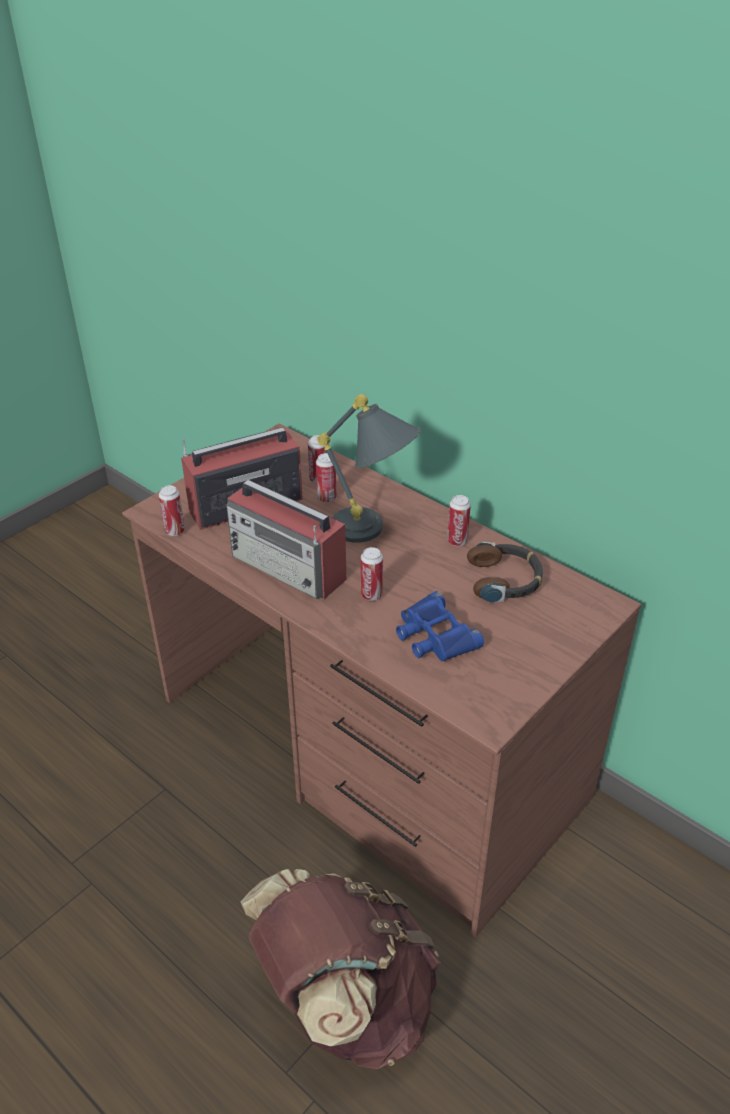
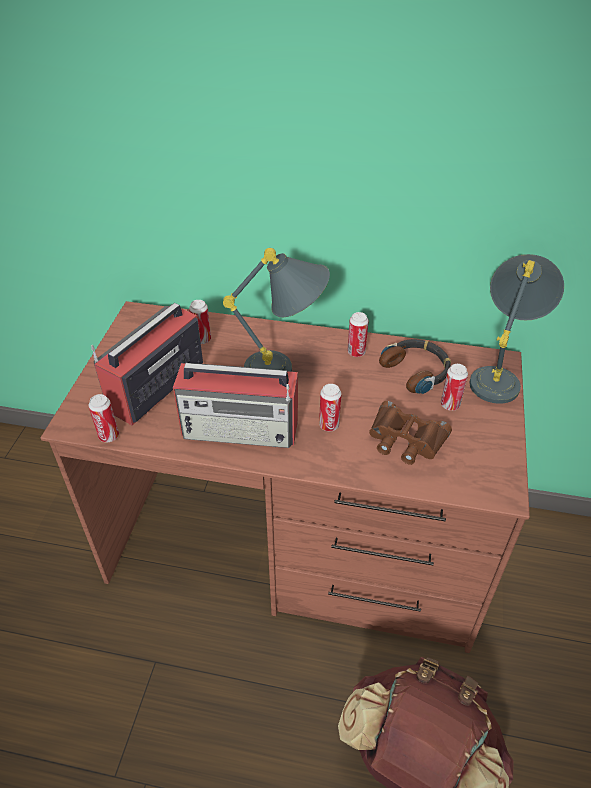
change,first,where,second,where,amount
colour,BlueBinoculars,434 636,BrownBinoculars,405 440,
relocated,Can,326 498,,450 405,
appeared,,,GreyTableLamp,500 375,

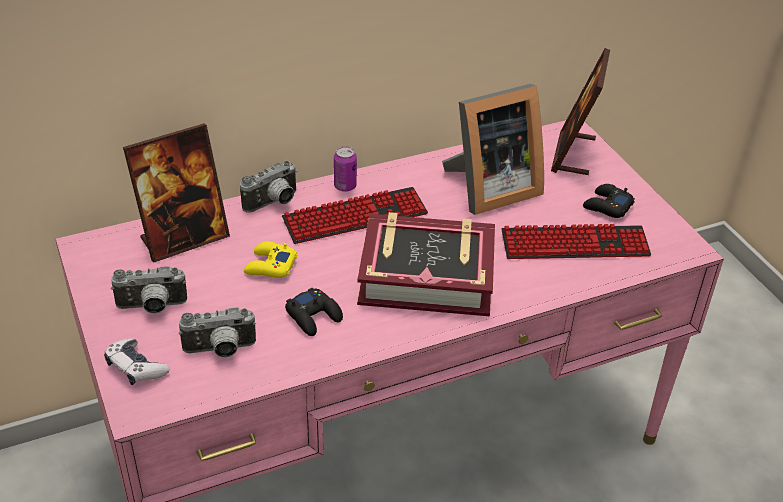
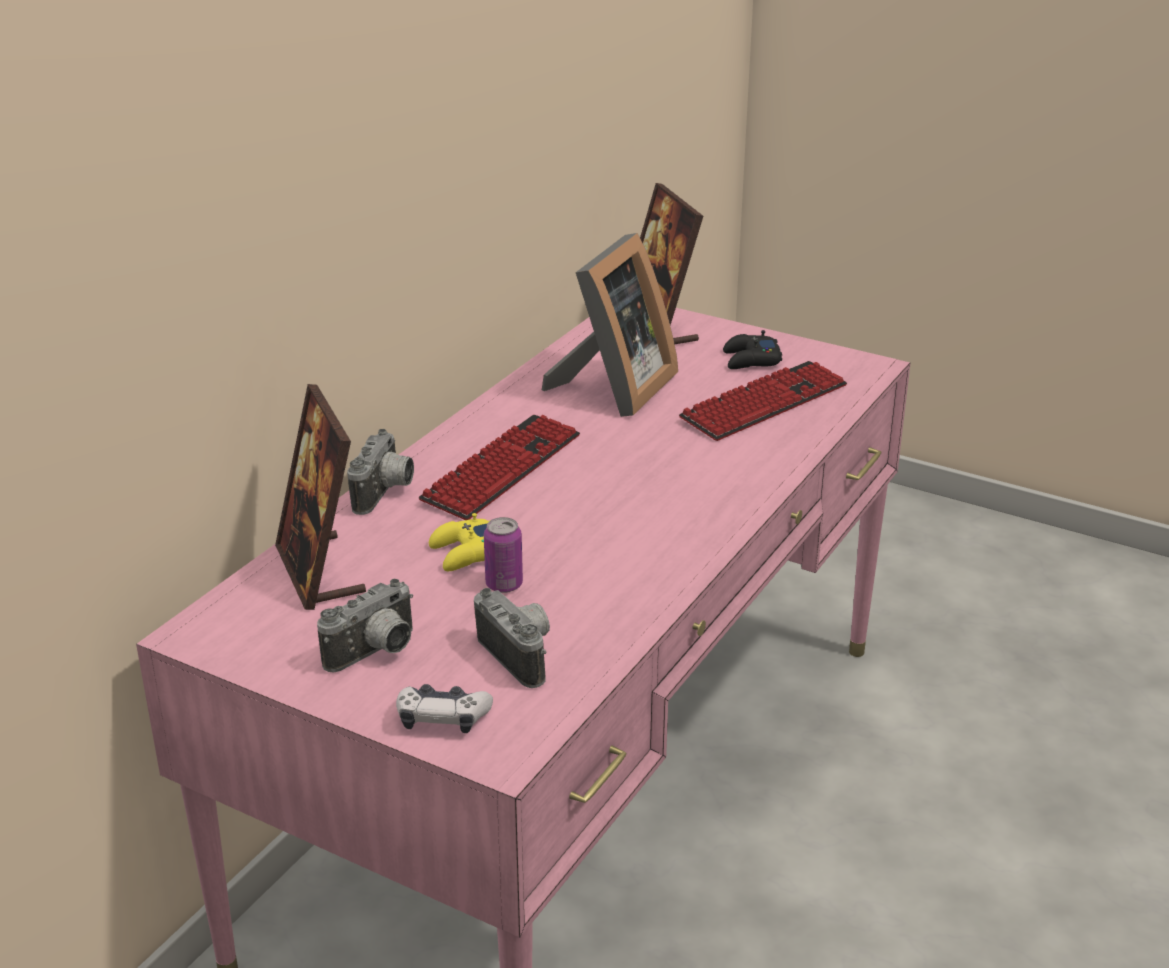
change,first,where,second,where,amount
spun,PictureFrame,184 239,,320 571,135 degrees clockwise
spun,PhotoCamera,220 351,,522 655,75 degrees counterclockwise
relocated,Can,345 186,,504 585,
missing,BlackGameController,314 316,,,
missing,Book,426 275,,,

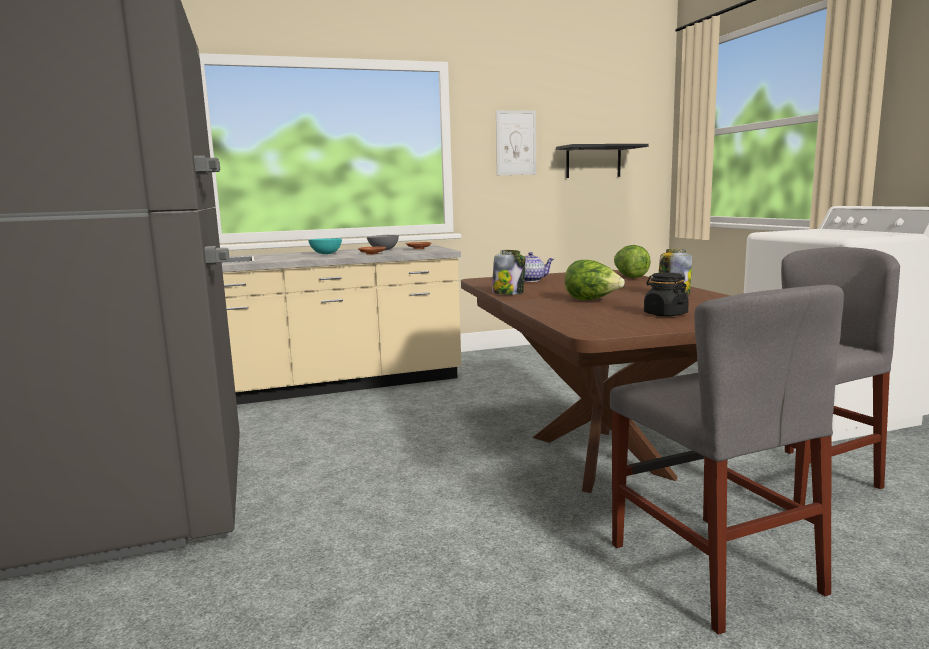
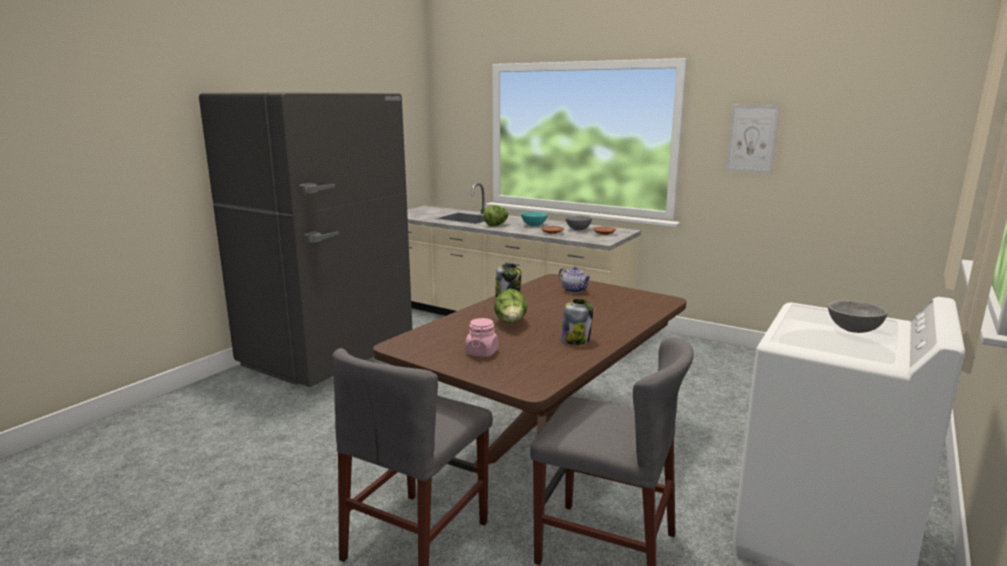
change,first,where,second,where,amount
colour,BlackJar,665 314,PinkJar,482 352,
relocated,Lettuce,630 277,,496 225,
appeared,,,GreyBowl,853 330,
missing,BlackShelf,593 162,,,

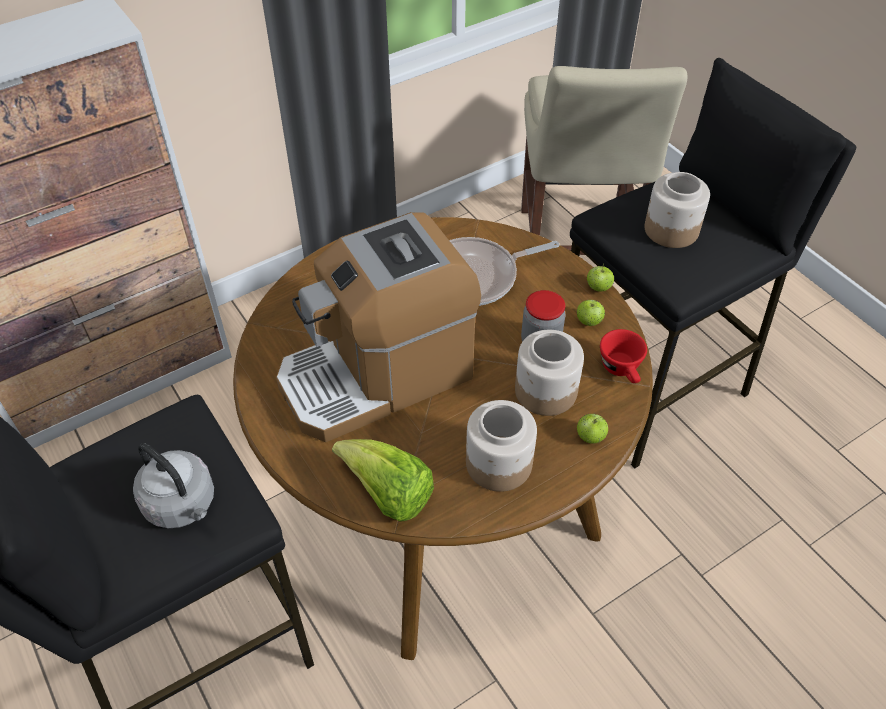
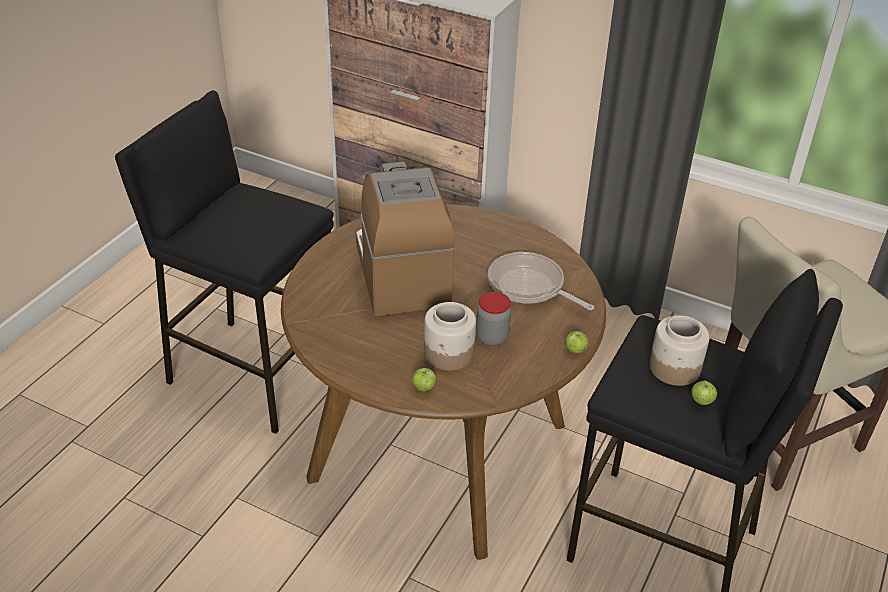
change,first,where,second,where,amount
spun,CoffeeMachine,377 375,,401 273,45 degrees clockwise
relocated,Apple,589 322,,701 401,
missing,GreyKettle,182 505,,,
missing,Lettuce,388 494,,,
missing,Jar,498 464,,,
missing,RedCup,622 370,,,

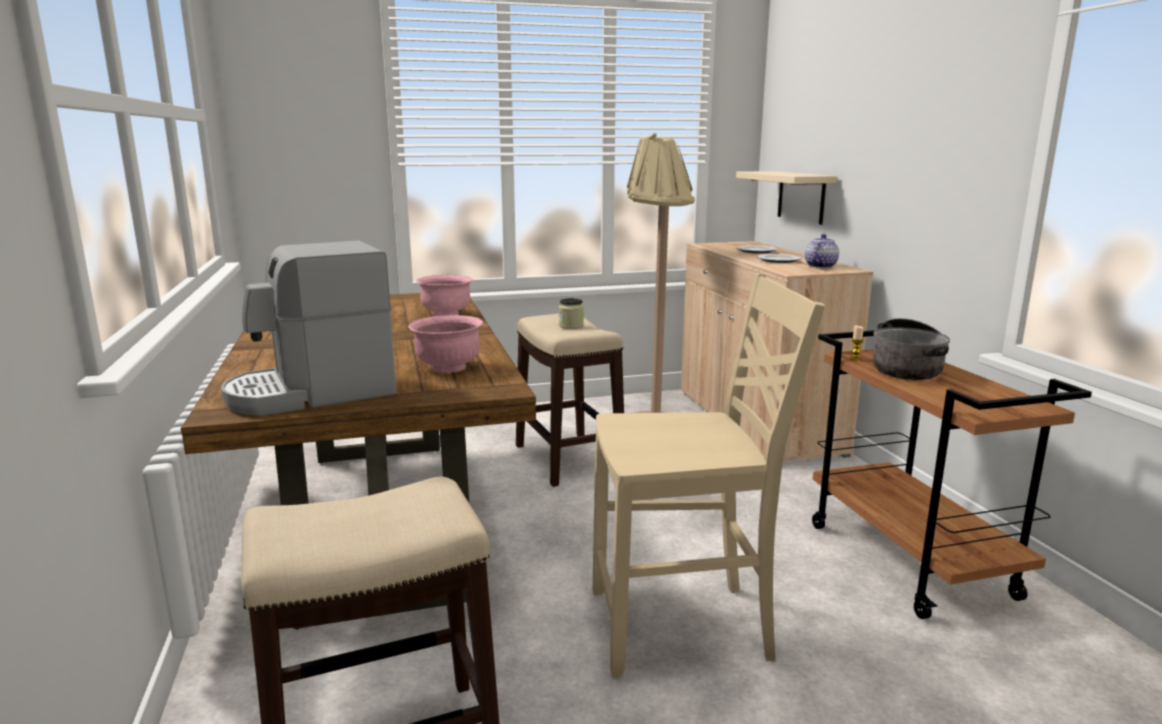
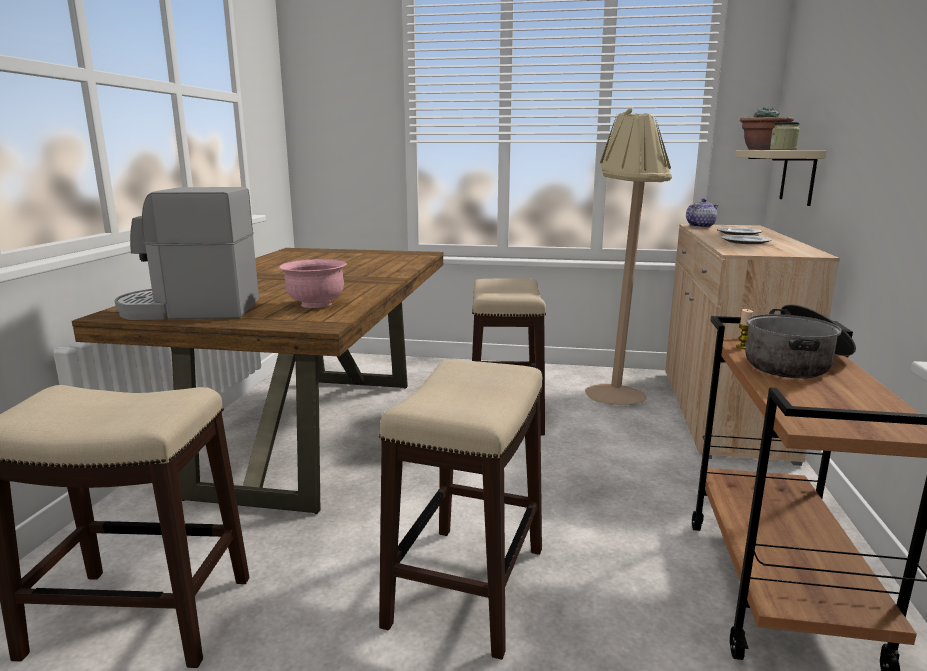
change,first,where,second,where,amount
exchanged,BeigeChair,683 627,Stool,467 587,
relocated,Teapot,820 266,,700 226,
appeared,,,PottedPlant,762 149,
relocated,Jar,571 326,,783 150,
missing,PinkBowl,446 314,,,

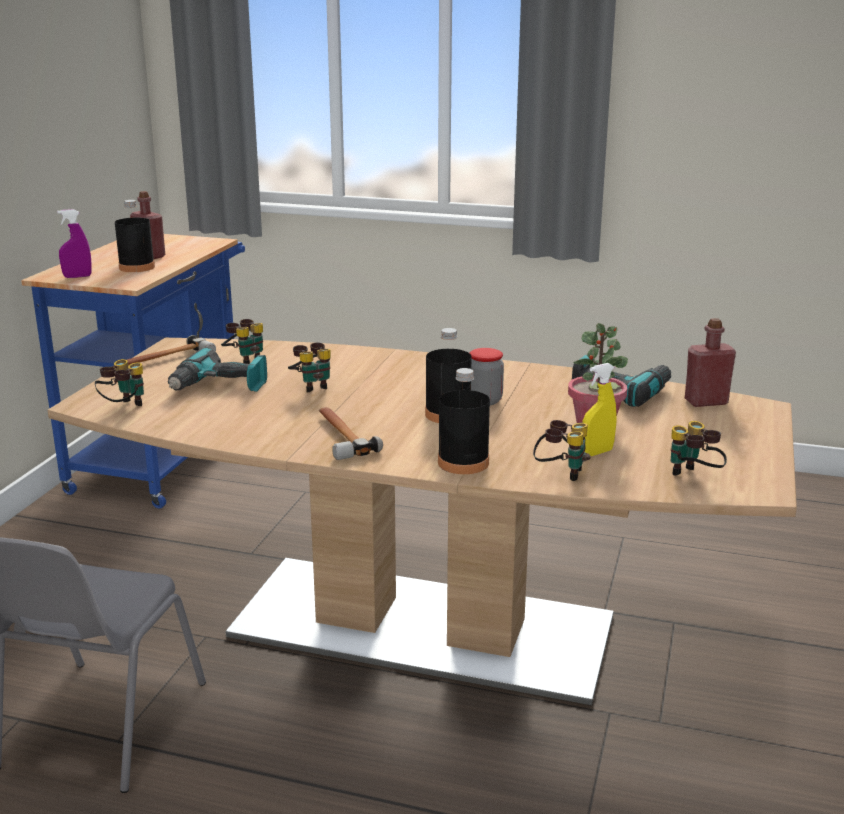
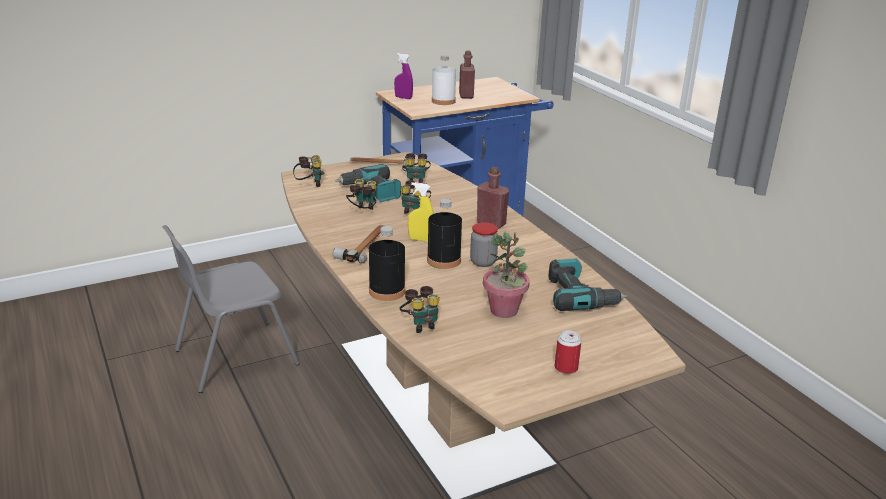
change,first,where,second,where,amount
relocated,Binoculars,693 478,,363 212,
relocated,YellowSprayBottle,596 452,,420 239,
colour,BlackBottle,137 267,WhiteBottle,443 101,
relocated,RedBottle,706 402,,491 223,
appeared,,,Can,566 368,

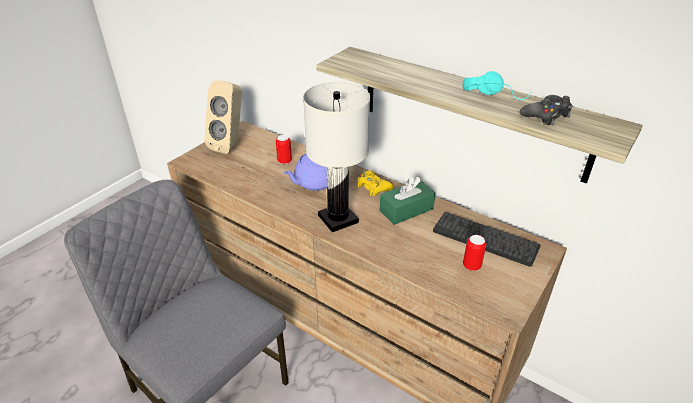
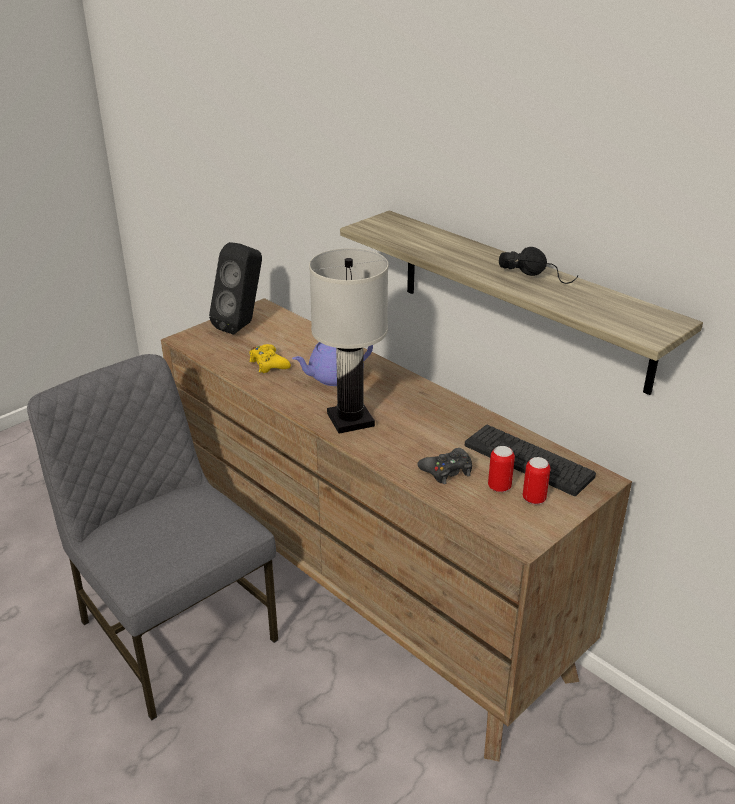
change,first,where,second,where,amount
colour,BeigeSpeaker,231 145,BlackSpeaker,242 325,
relocated,YellowGameController,373 187,,268 364,
relocated,BlackGameController,546 116,,447 471,
colour,TurquoiseHeadphones,493 95,BlackHeadphones,536 276,
relocated,Can,284 161,,534 499,
missing,GreenTissueBox,406 210,,,

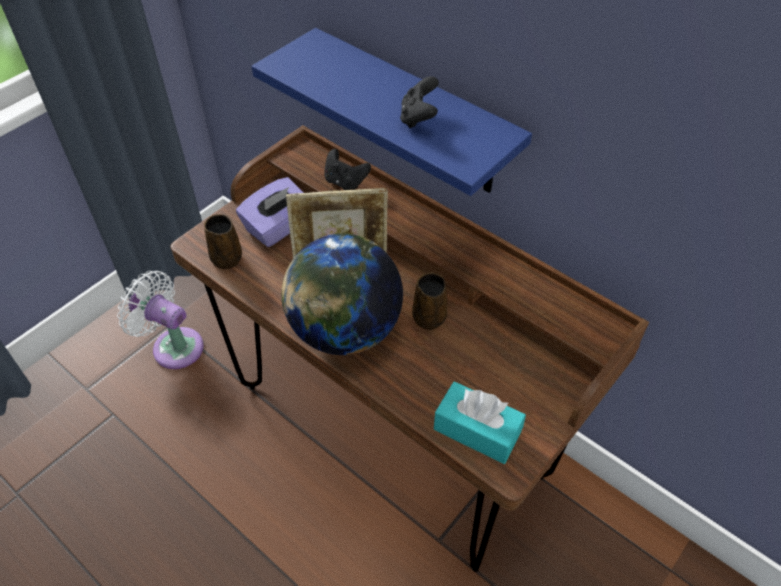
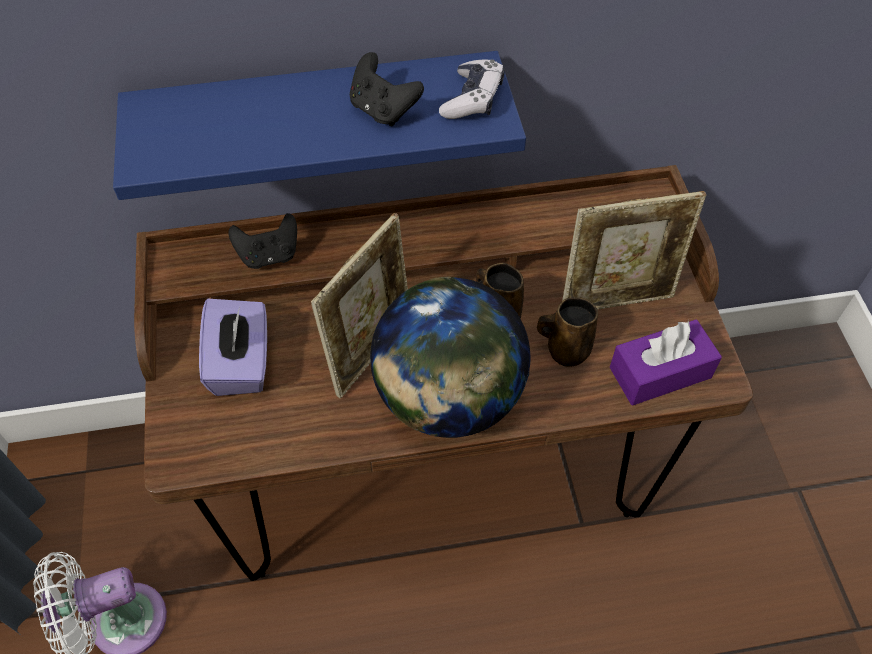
change,first,where,second,where,amount
appeared,,,GameController,472 99,
relocated,BrownMug,226 257,,565 350,
appeared,,,PictureFrame,616 300,
colour,TurquoiseTissueBox,477 430,PurpleTissueBox,660 372,

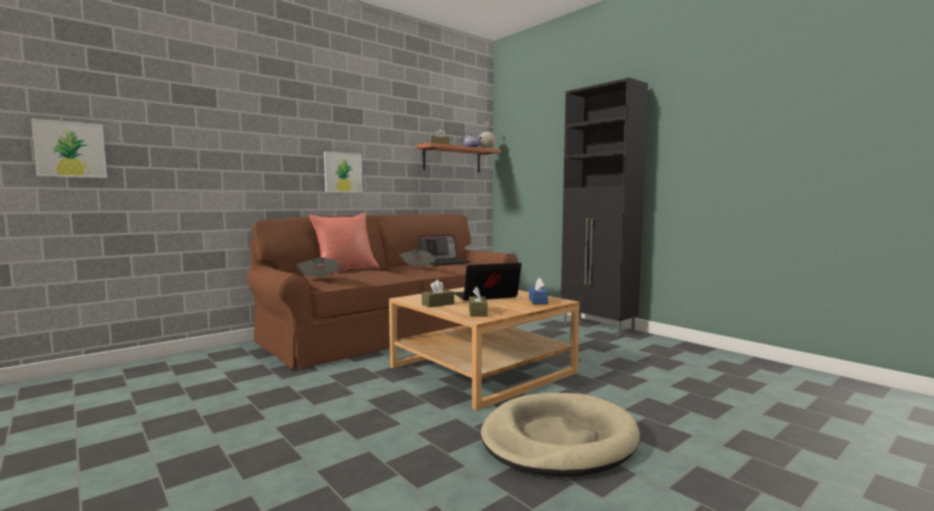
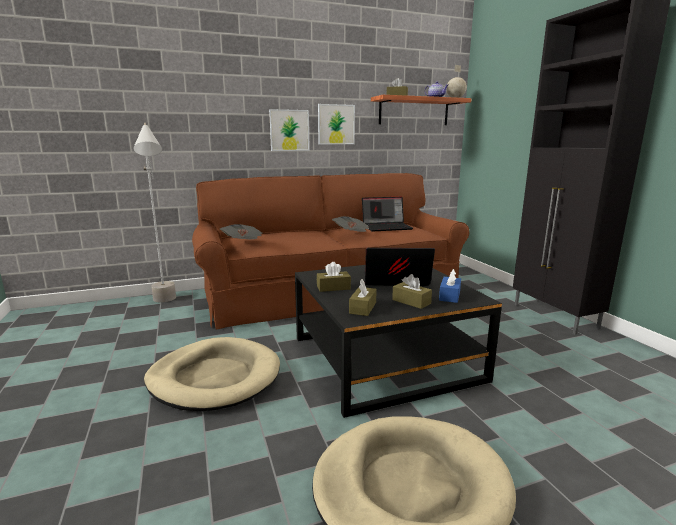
change,first,where,second,where,amount
appeared,,,GreyFloorLamp,166 304,
appeared,,,BeigeDogBed,215 377,
colour,BeigeCoffeeTable,482 369,BlackCoffeeTable,385 358,
relocated,Picture,70 149,,336 124,
appeared,,,BrownTissueBox,411 301,
missing,RedPillow,345 270,,,

